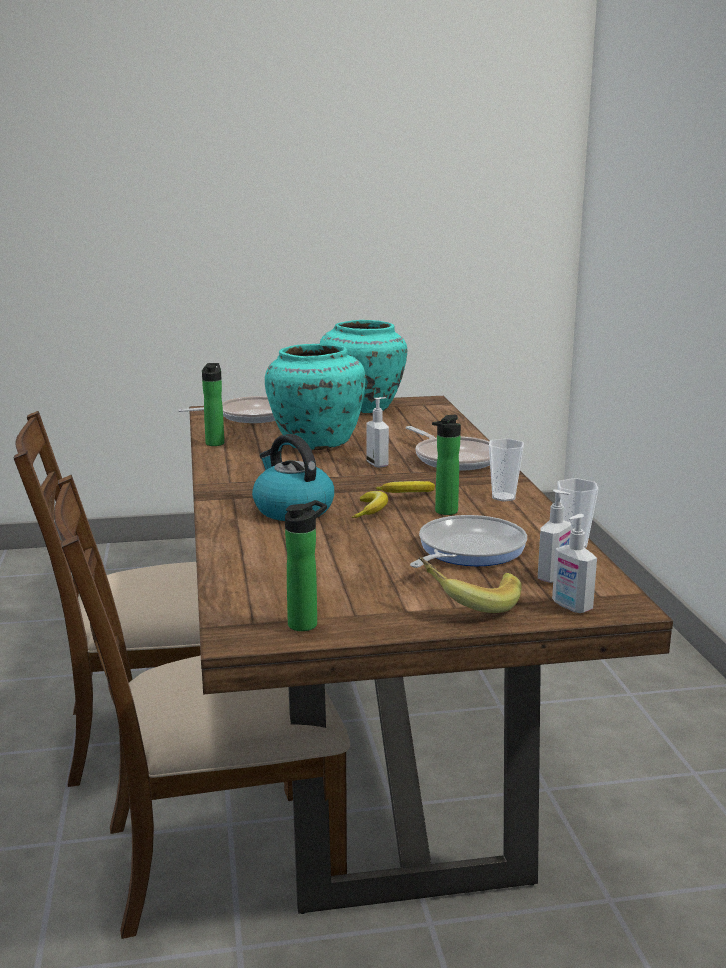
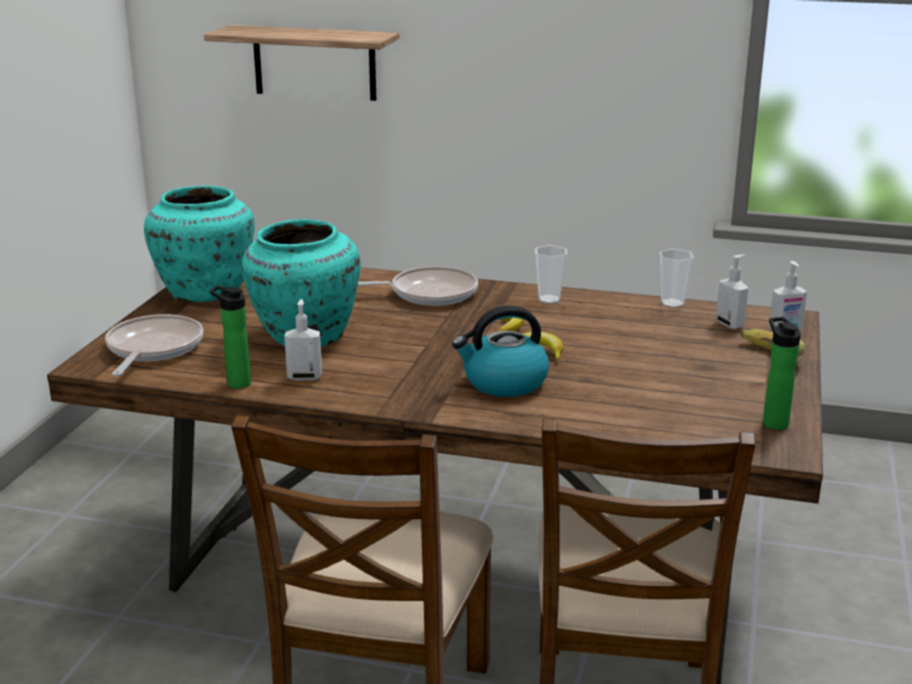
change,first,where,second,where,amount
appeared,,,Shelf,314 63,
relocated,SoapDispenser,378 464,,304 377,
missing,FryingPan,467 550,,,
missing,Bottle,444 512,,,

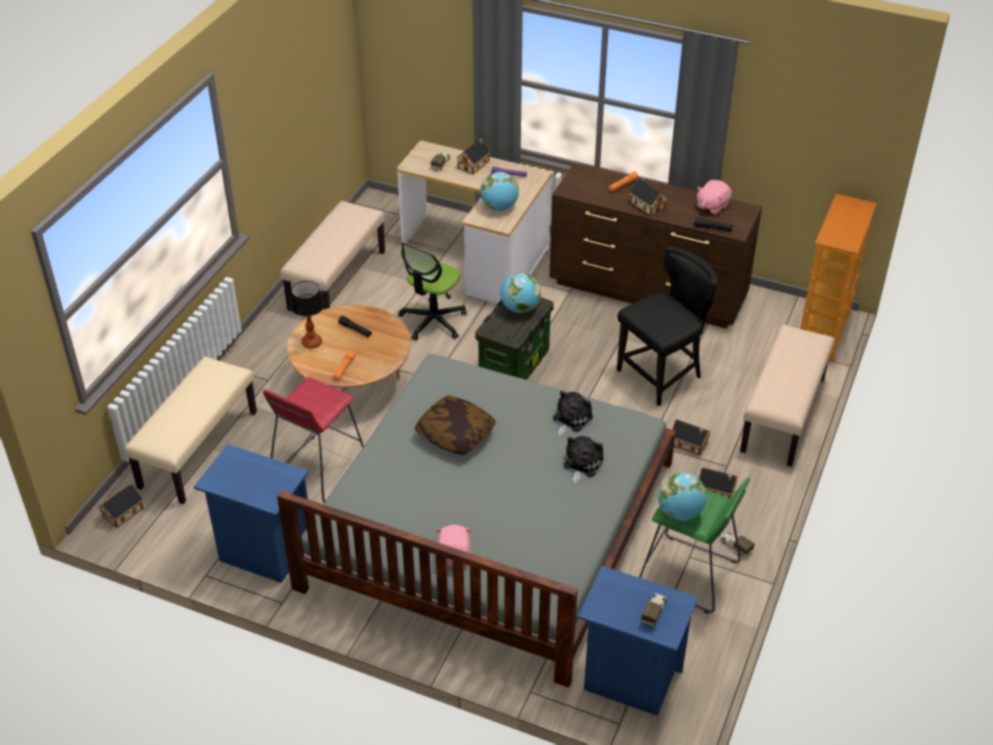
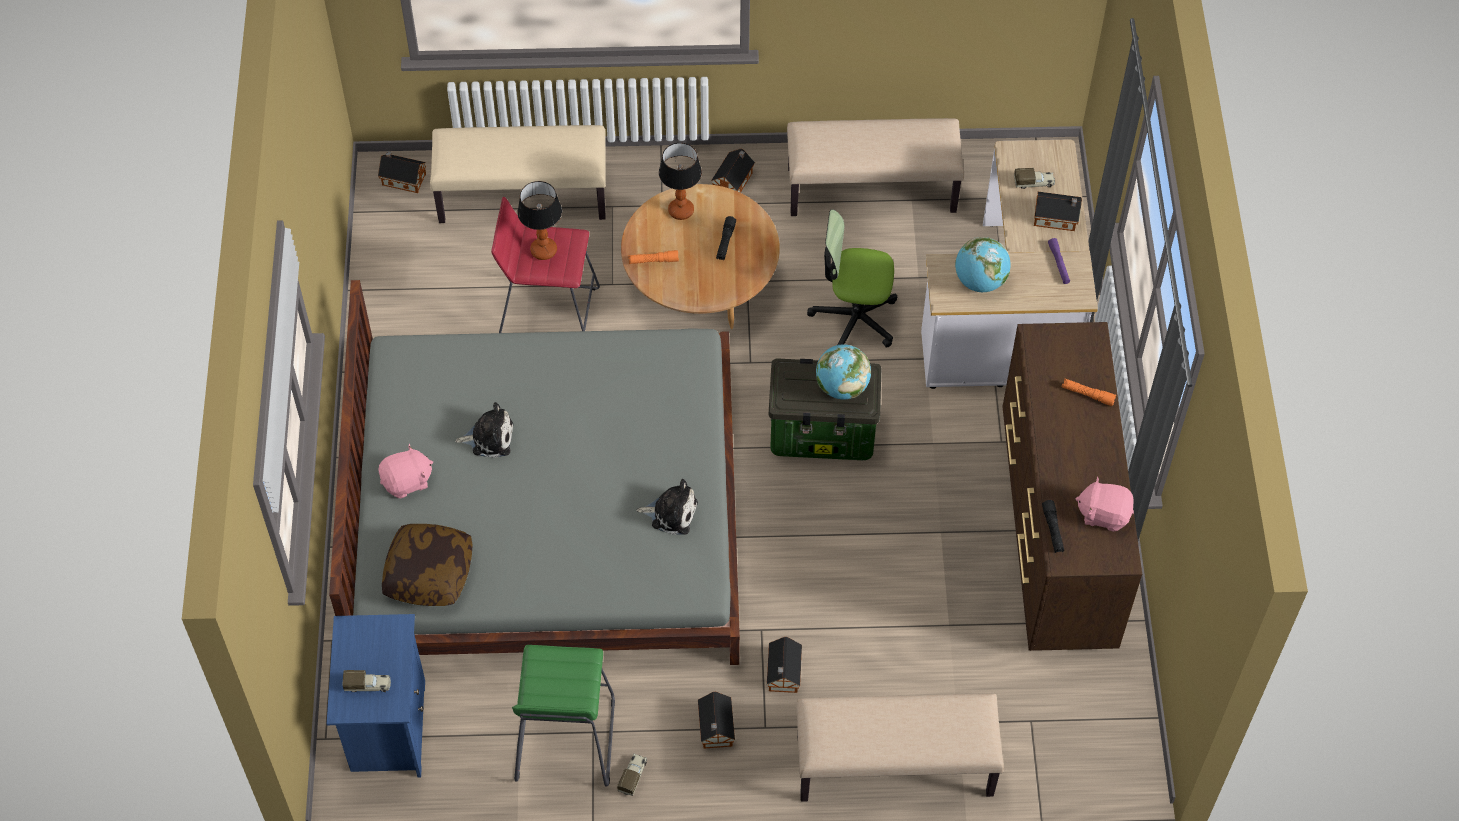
change,first,where,second,where,amount
relocated,Pillow,455 435,,429 573,
relocated,PlushToy,581 464,,489 438,
appeared,,,TableLamp,544 250,
relocated,ToyHouse,646 205,,734 181,
missing,BlueNightstand,263 552,,,
missing,BlackChair,662 375,,,
missing,Globe,680 513,,,
missing,Bookcase,823 334,,,

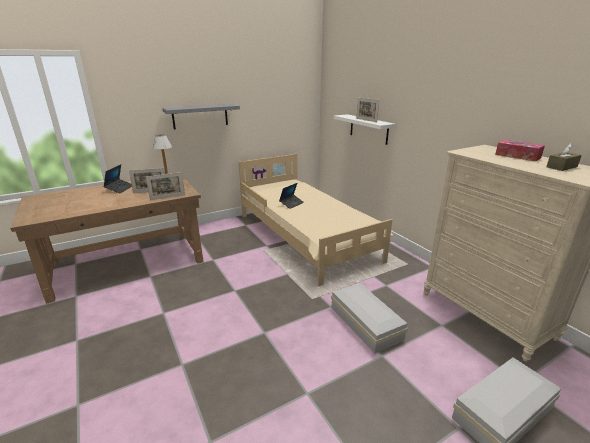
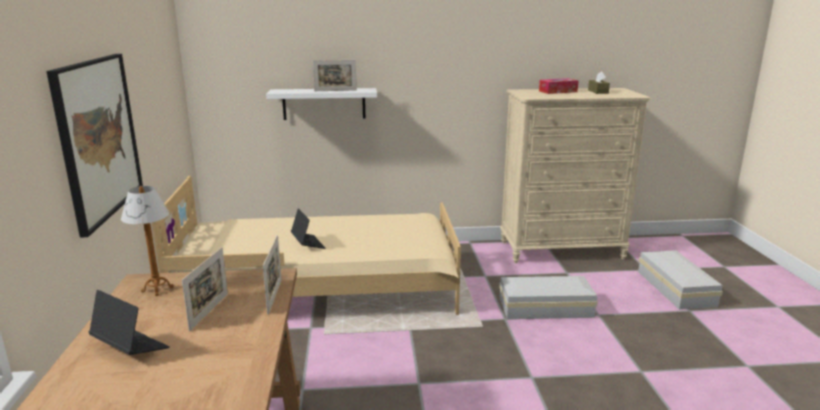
change,first,where,second,where,amount
exchanged,GreyShelf,200 116,Picture,98 138,

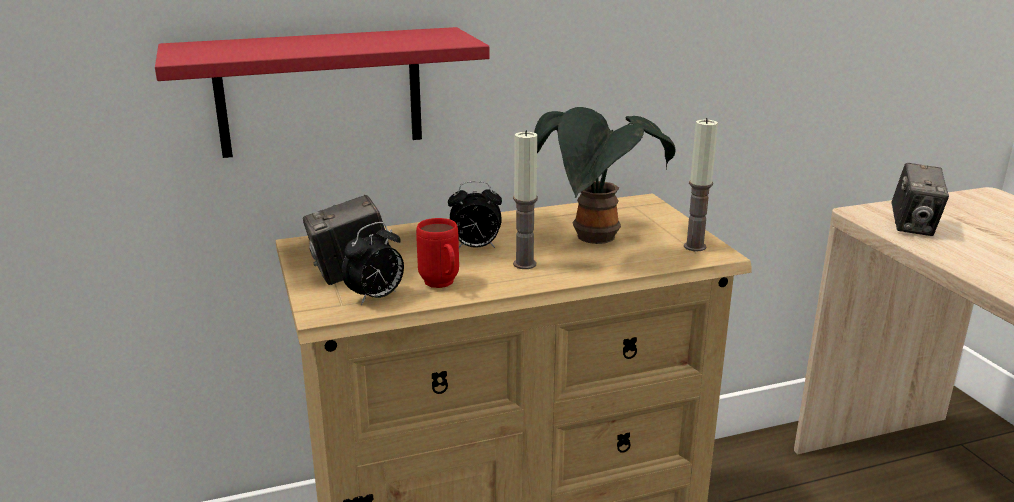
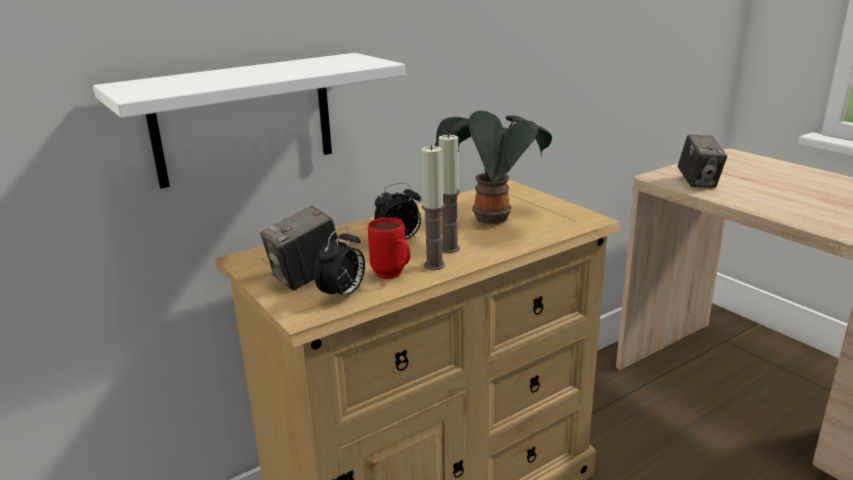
change,first,where,second,where,amount
colour,RedShelf,320 92,WhiteShelf,244 119,
relocated,Candle,694 247,,434 265,

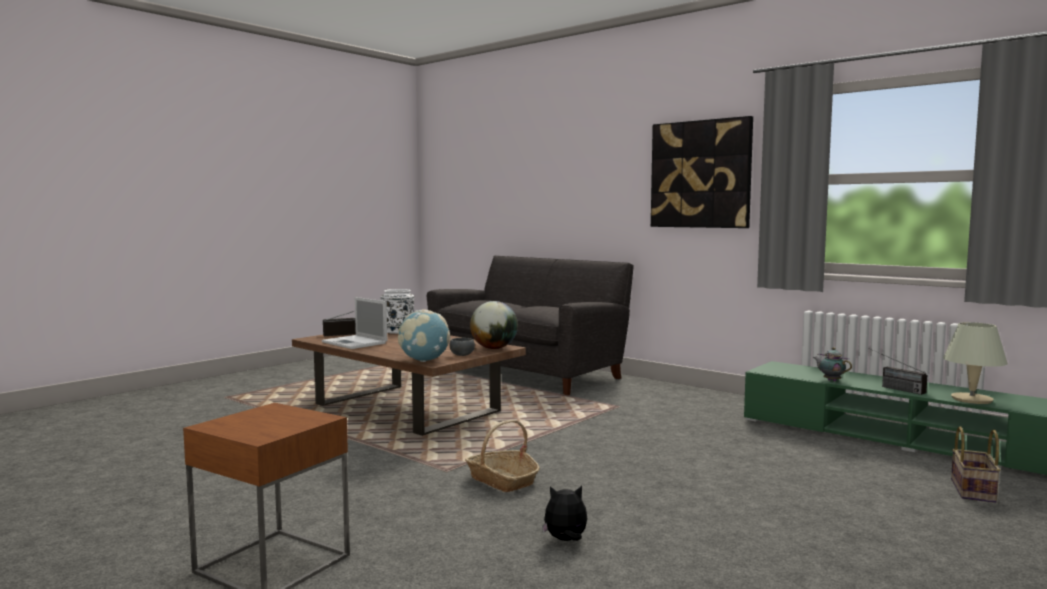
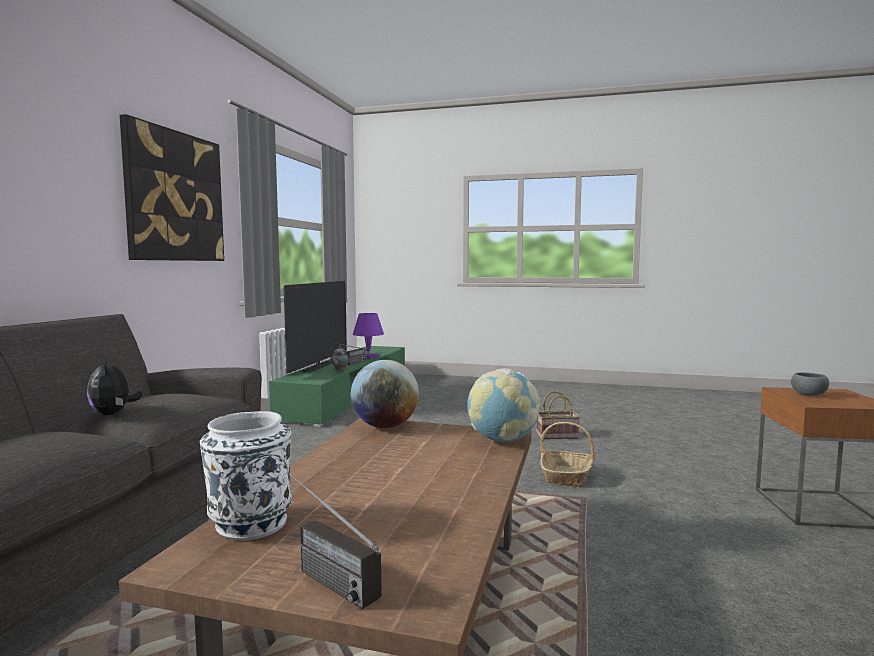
change,first,where,second,where,amount
relocated,PlushToy,565 540,,113 414,
appeared,,,Television,318 367,
colour,BeigeTableLamp,972 399,PurpleTableLamp,368 356,
relocated,Basket,974 491,,557 435,
relocated,GreyBowl,462 355,,809 395,
missing,Laptop,355 343,,,

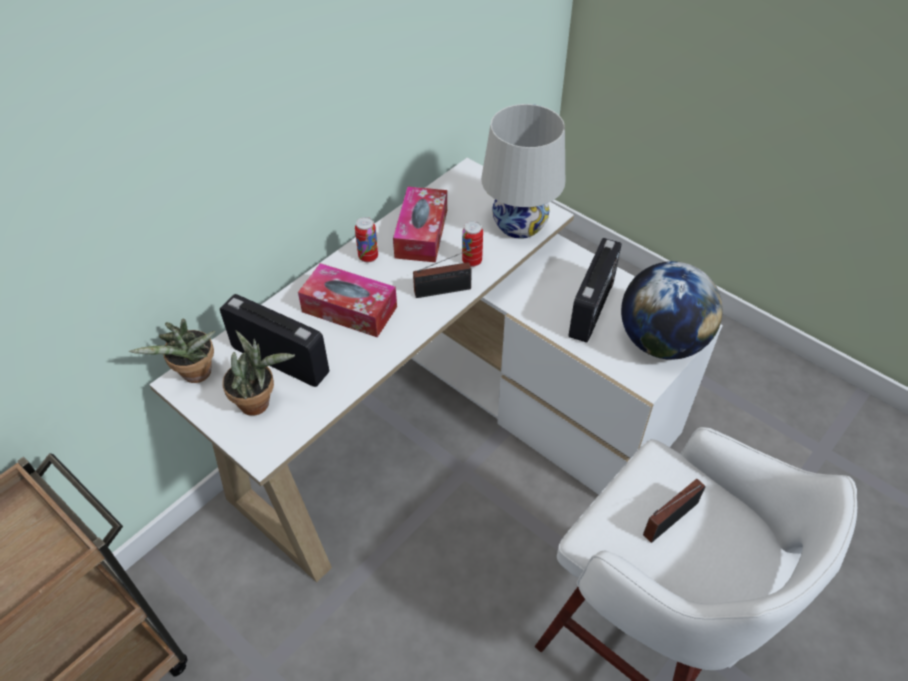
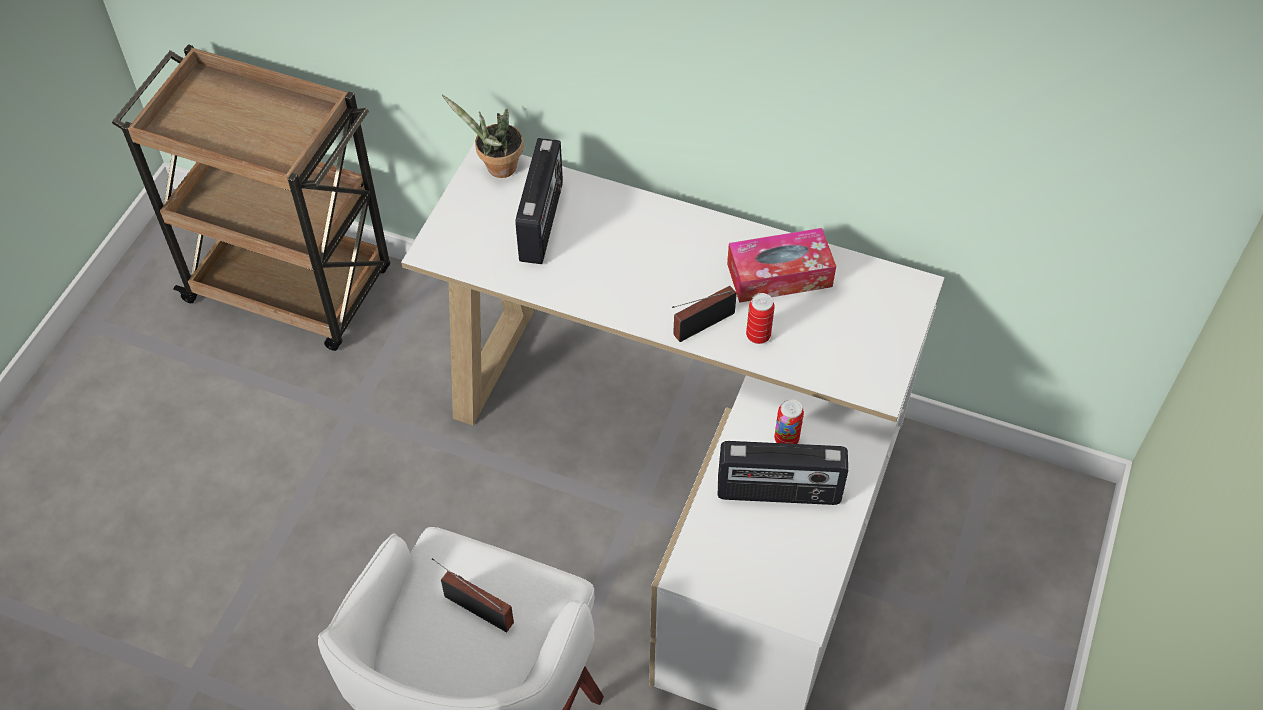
change,first,where,second,where,amount
spun,Radio,446 290,,700 325,90 degrees clockwise
relocated,Can,368 257,,786 439,
missing,PottedPlant,259 402,,,
missing,TissueBox,349 309,,,
missing,WhiteTableLamp,519 225,,,
missing,Globe,661 342,,,

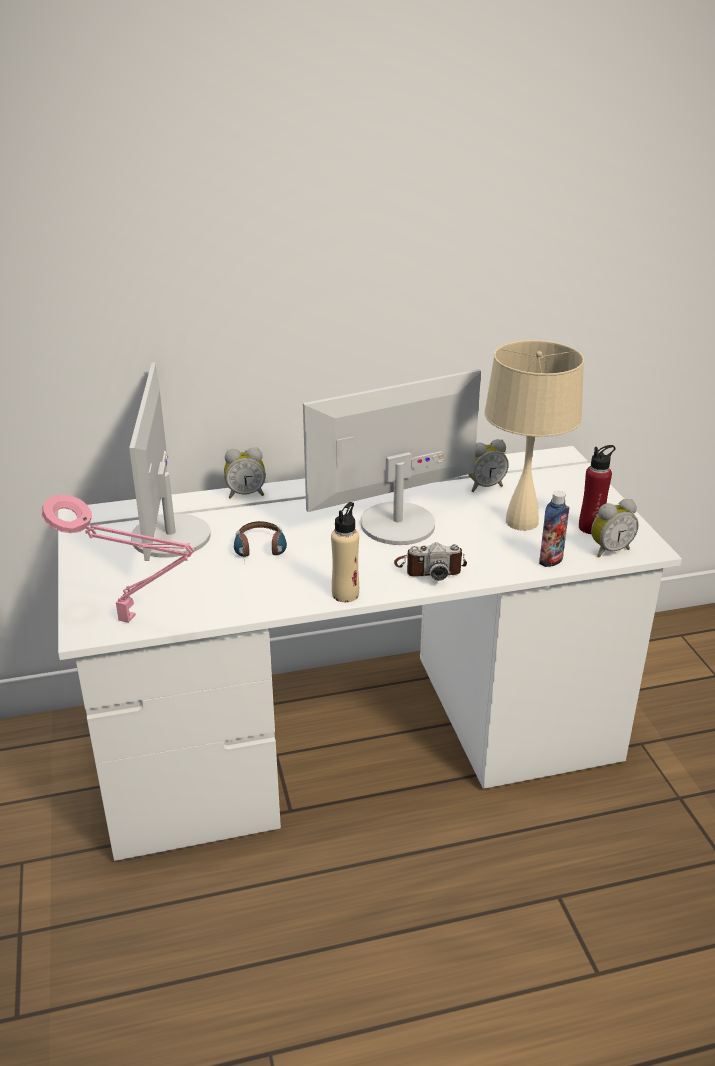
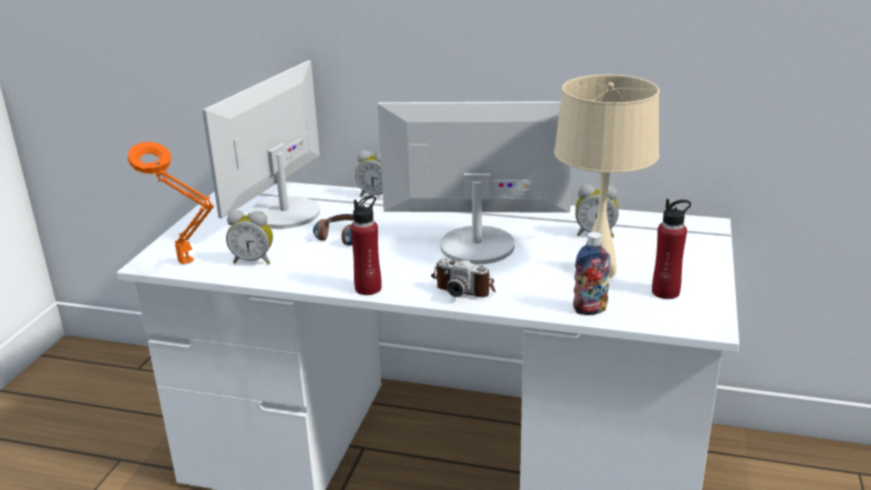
change,first,where,second,where,amount
colour,PinkTableLamp,132 620,OrangeTableLamp,188 264,
relocated,AlarmClock,609 550,,253 260,
colour,BeigeBottle,345 594,RedBottle,368 288,

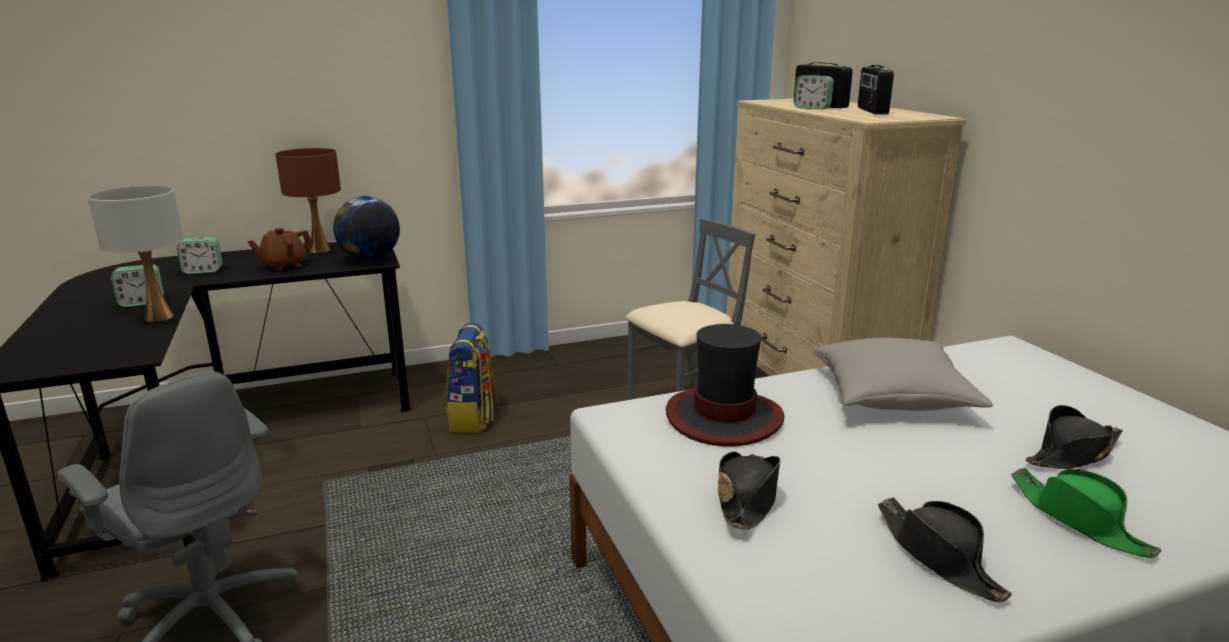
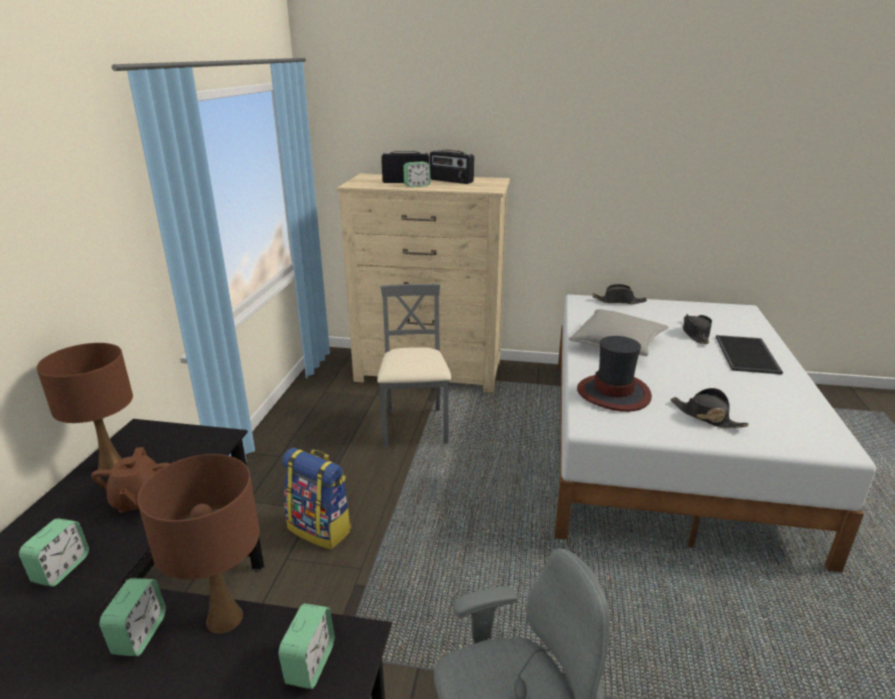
change,first,where,second,where,amount
colour,WhiteTableLamp,158 317,BrownTableLamp,224 619,
appeared,,,AlarmClock,310 664,
relocated,BlackHat,938 556,,619 301,
exchanged,GreenHat,1079 520,Tray,748 355,
missing,Globe,370 259,,,

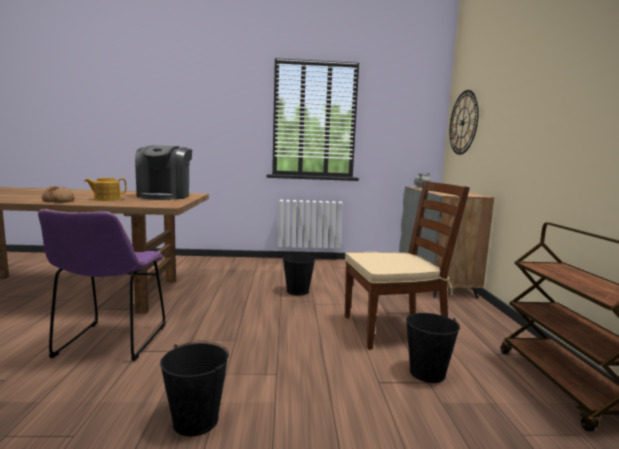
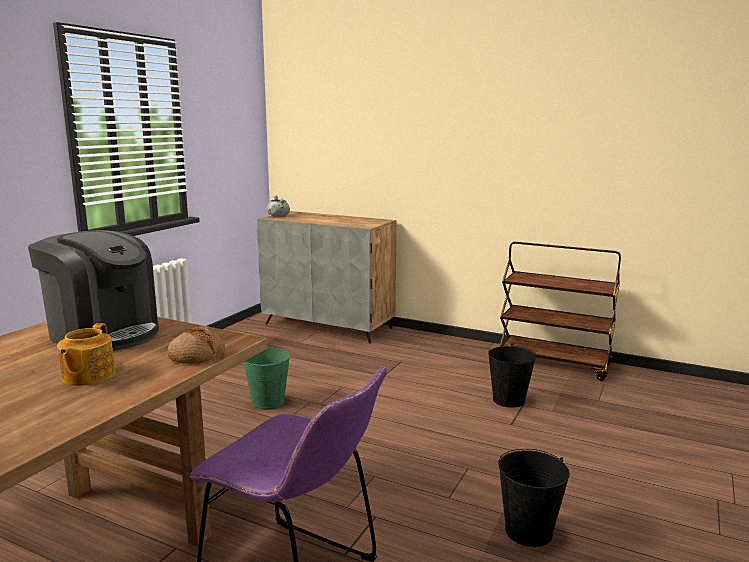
change,first,where,second,where,amount
relocated,Bread,59 201,,197 355,
colour,BlackBucket,298 291,GreenBucket,268 402,
missing,BrownChair,394 329,,,
missing,WallClock,463 122,,,

